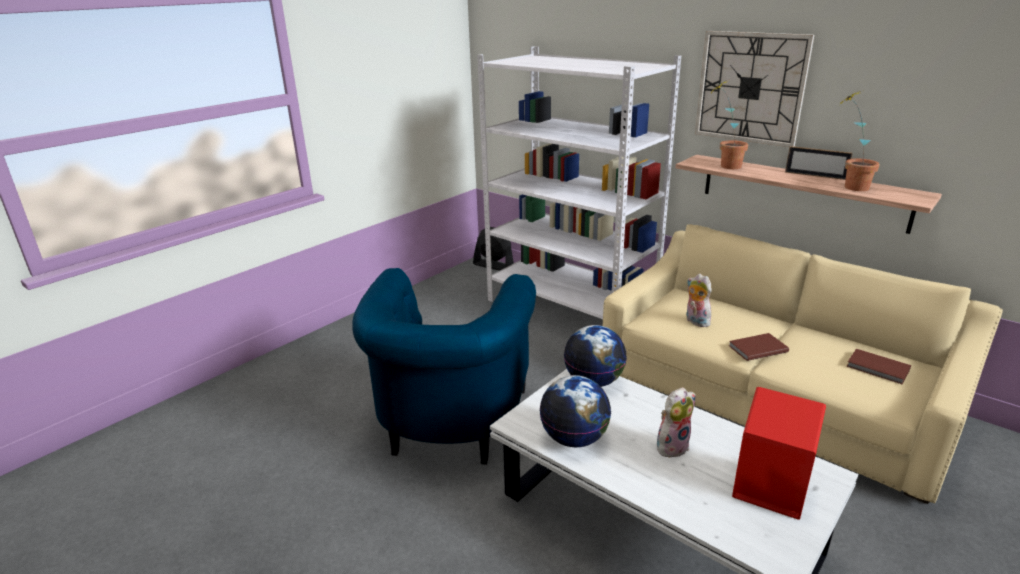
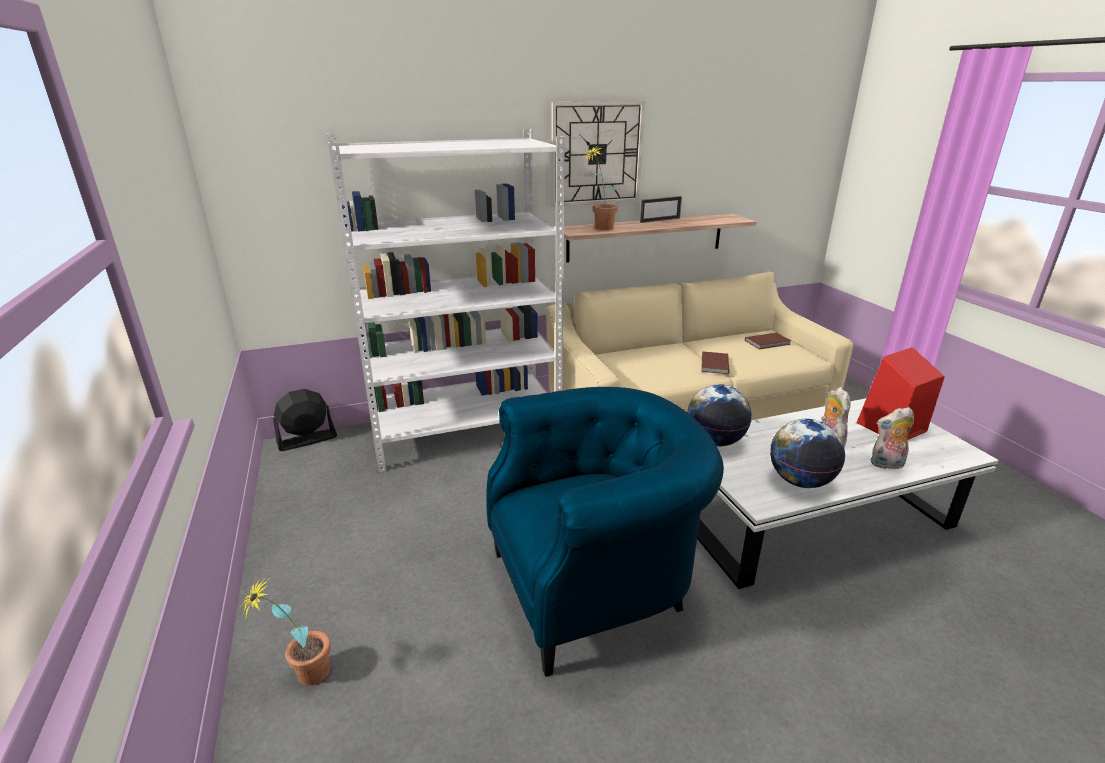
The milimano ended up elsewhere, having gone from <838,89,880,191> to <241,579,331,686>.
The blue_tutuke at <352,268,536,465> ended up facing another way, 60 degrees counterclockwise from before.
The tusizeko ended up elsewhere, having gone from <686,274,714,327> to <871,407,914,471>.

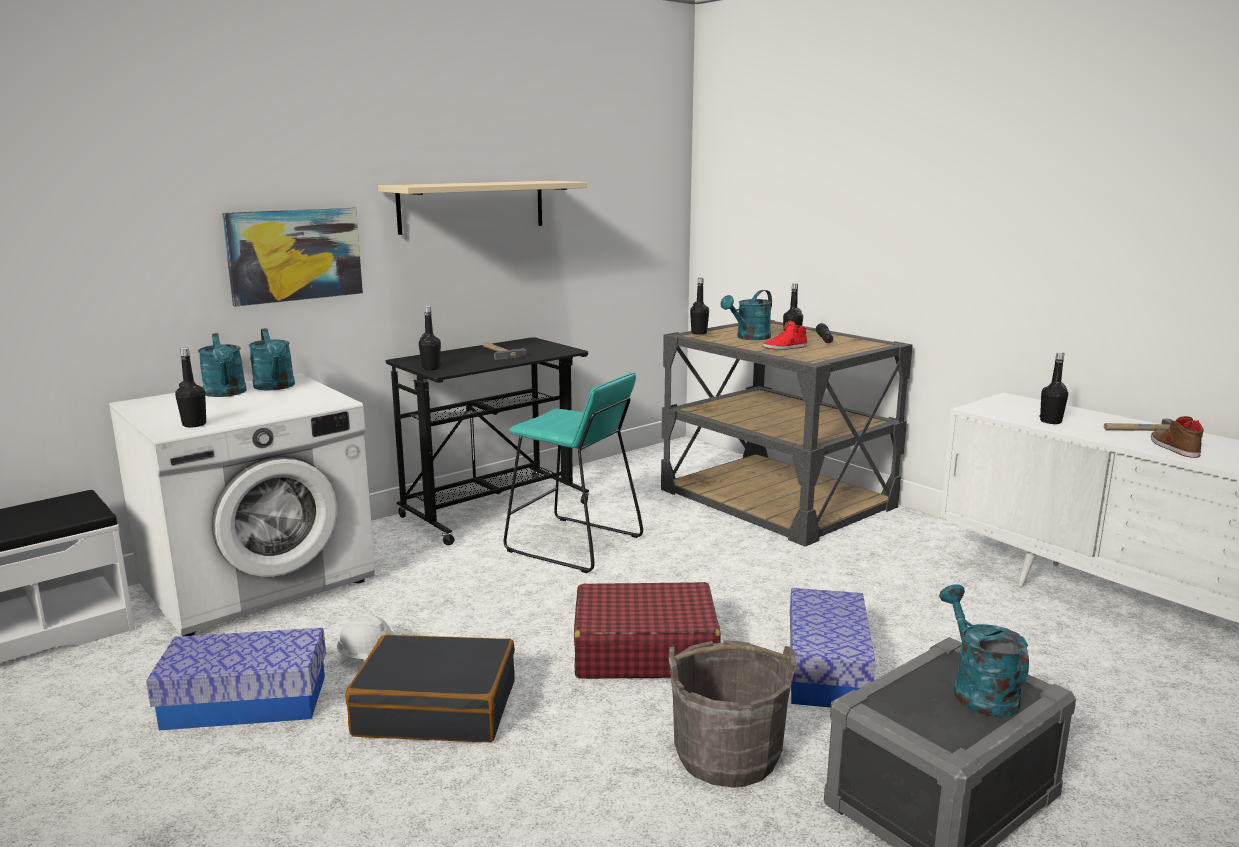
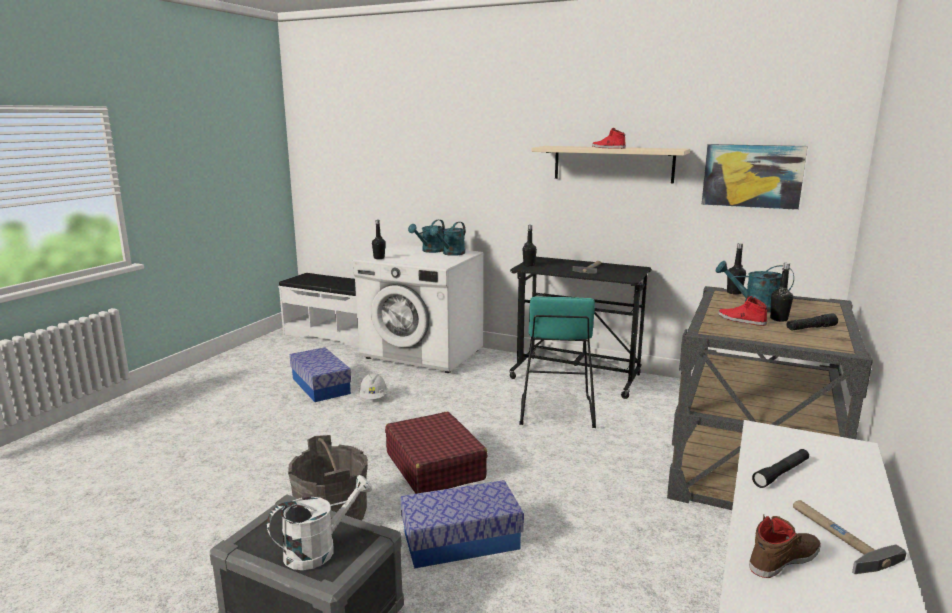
The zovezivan ended up elsewhere, having gone from <222,208,363,307> to <702,144,808,210>.
Where the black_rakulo stood at <1040,352,1068,424>, the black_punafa came to stand at <752,449,809,488>.
What was the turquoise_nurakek at <939,584,1029,717> turned into the white_nurakek at <267,475,372,570>.
The second view lost the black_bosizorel at <345,635,515,742>.
The second view gained the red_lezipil at <592,128,626,149>.

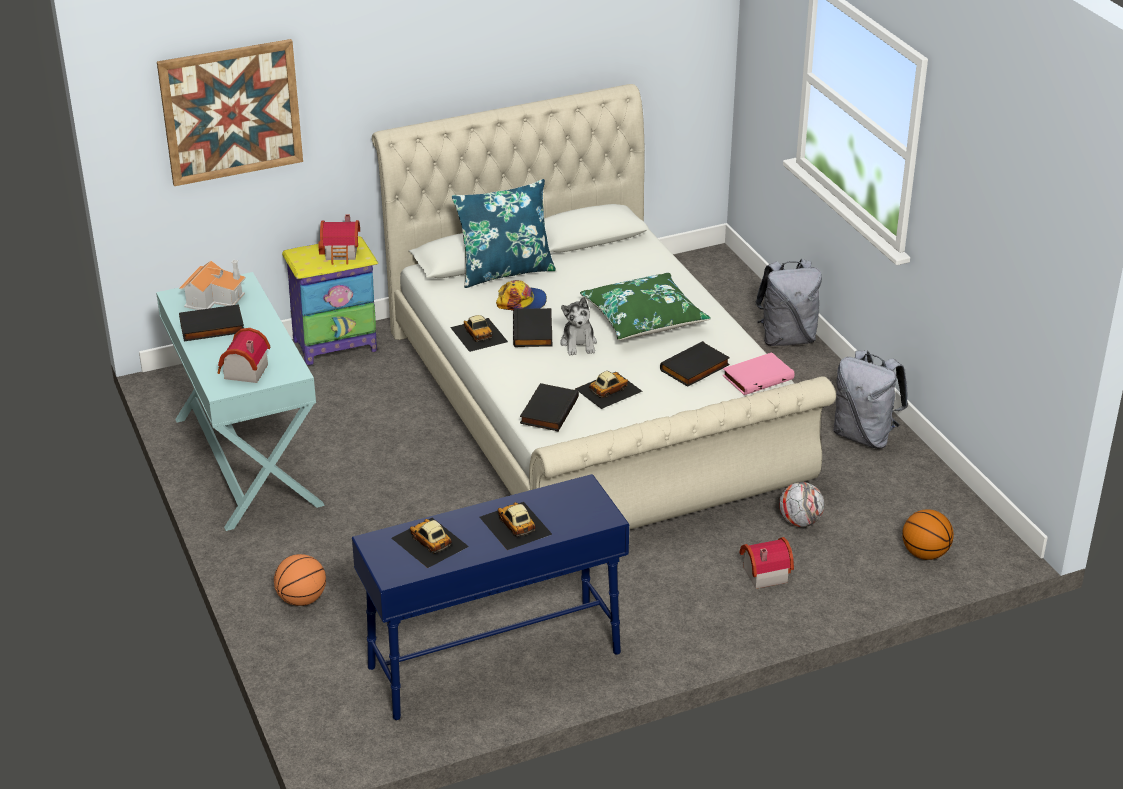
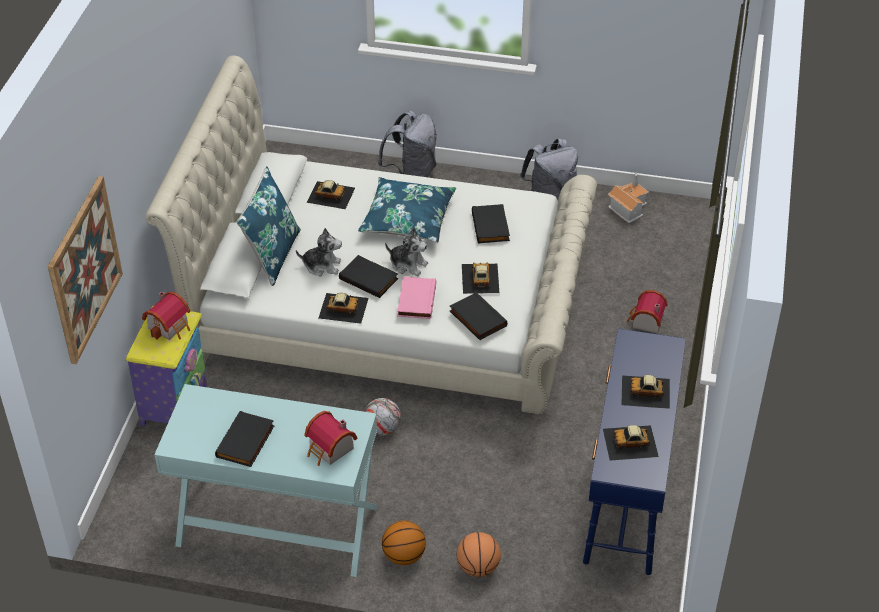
The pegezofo ended up elsewhere, having gone from <179,260,246,310> to <608,173,649,223>.
What was the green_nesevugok at <580,273,711,340> turned into the blue_nesevugok at <358,177,456,243>.
Where the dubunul stood at <496,280,547,311>, the tusizeko came to stand at <296,228,342,276>.
The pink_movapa ended up elsewhere, having gone from <722,353,794,395> to <397,277,436,319>.
The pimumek ended up elsewhere, having gone from <779,482,824,527> to <364,398,401,436>.
The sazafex ended up elsewhere, having gone from <902,509,954,560> to <382,521,426,565>.
The second view gained the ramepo at <307,180,355,209>.

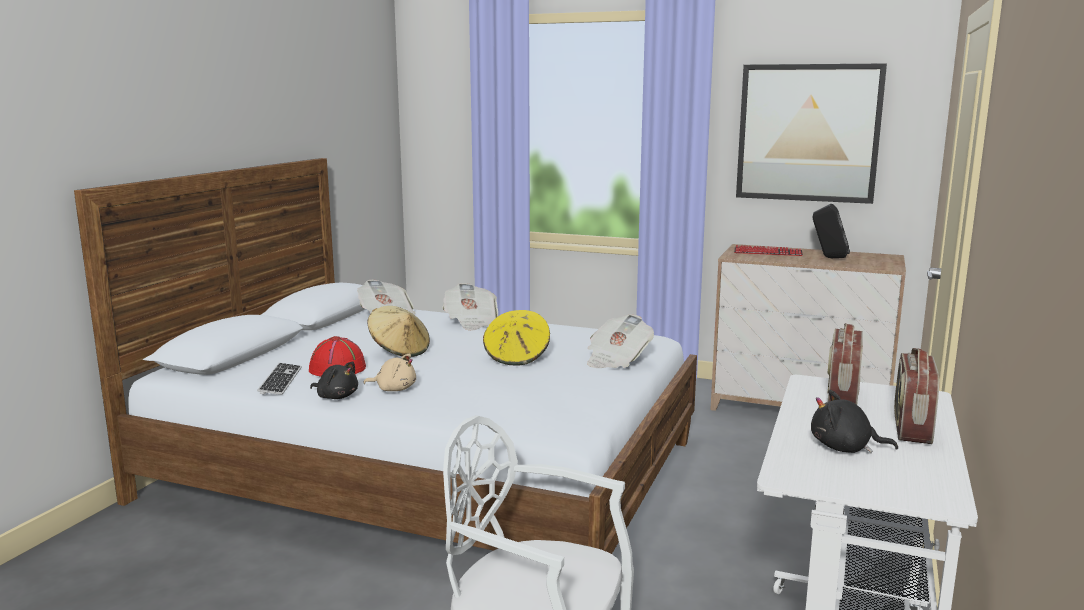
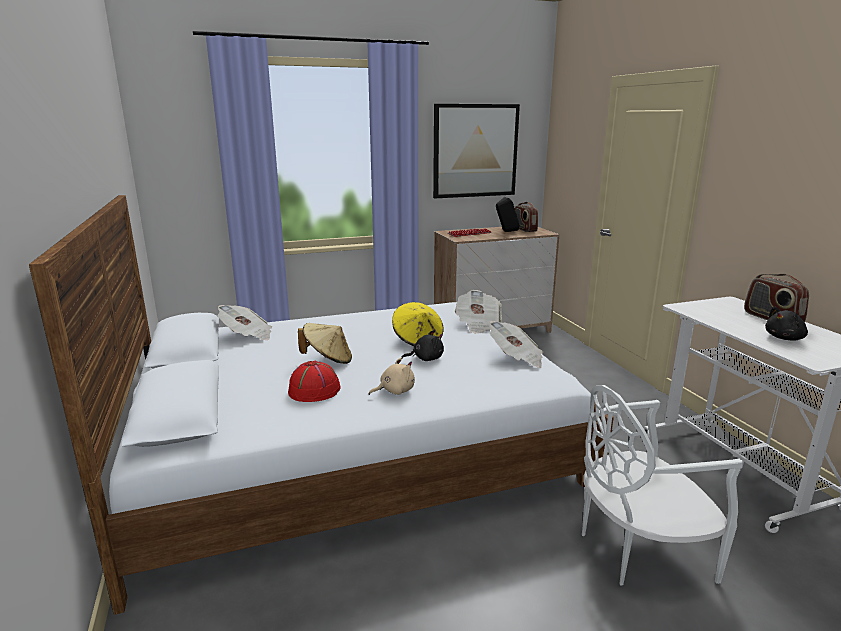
The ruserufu ended up elsewhere, having gone from <443,283,498,331> to <490,321,543,368>.
The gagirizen ended up elsewhere, having gone from <828,323,863,405> to <515,202,538,232>.
The black_tusizeko ended up elsewhere, having gone from <310,362,358,399> to <401,330,444,361>.
The second view lost the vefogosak at <257,363,302,395>.

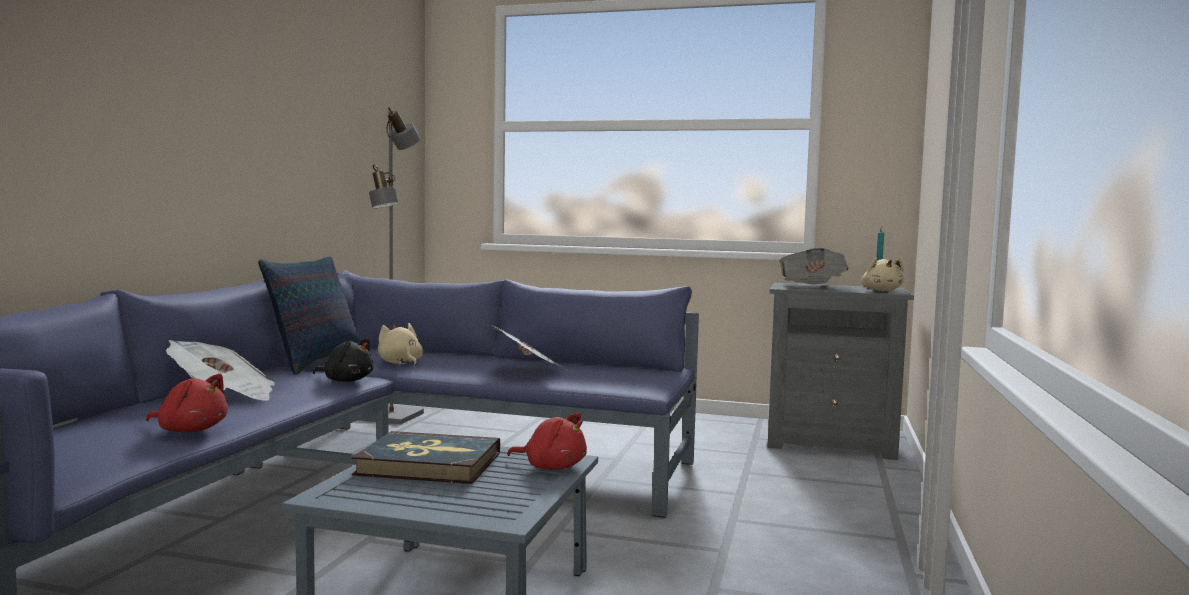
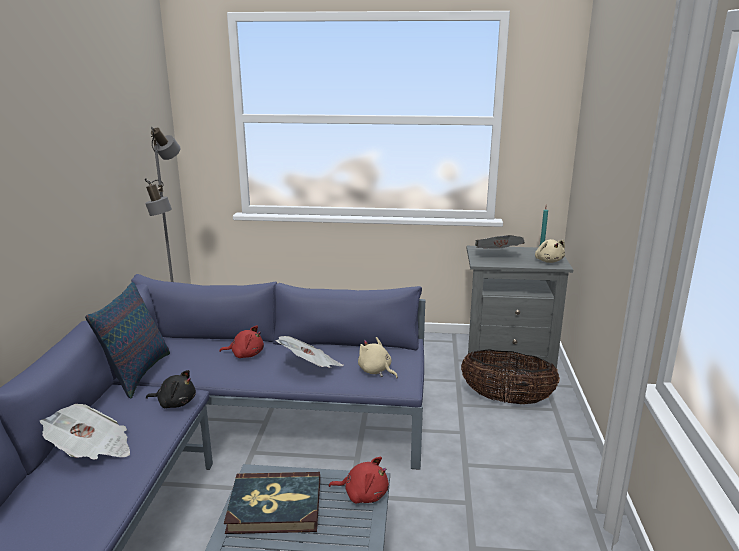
The beige_tusizeko ended up elsewhere, having gone from <378,323,423,366> to <358,337,398,378>.
The red_tusizeko ended up elsewhere, having gone from <146,374,228,432> to <219,325,264,358>.
The second view gained the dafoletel at <461,349,560,404>.

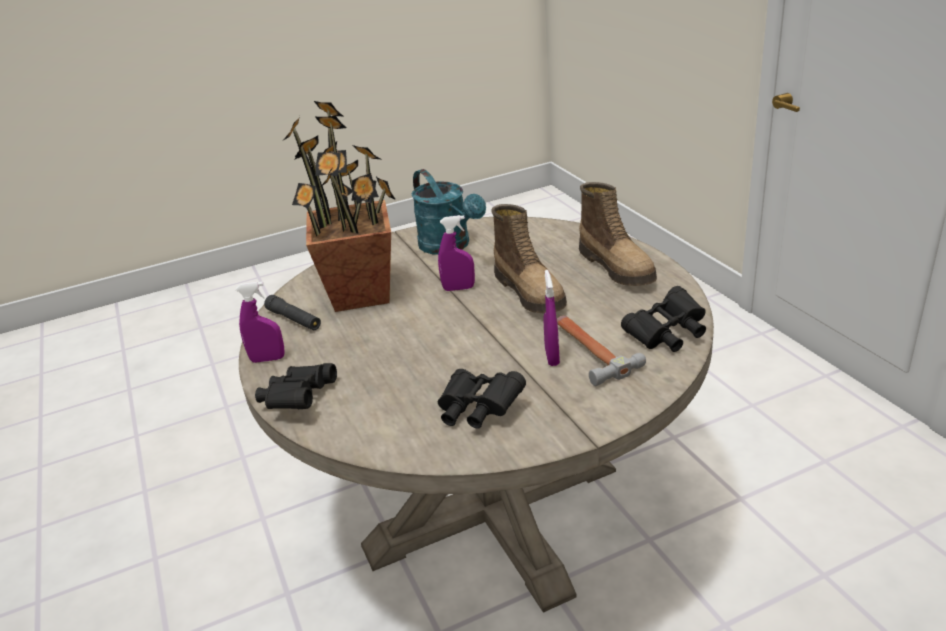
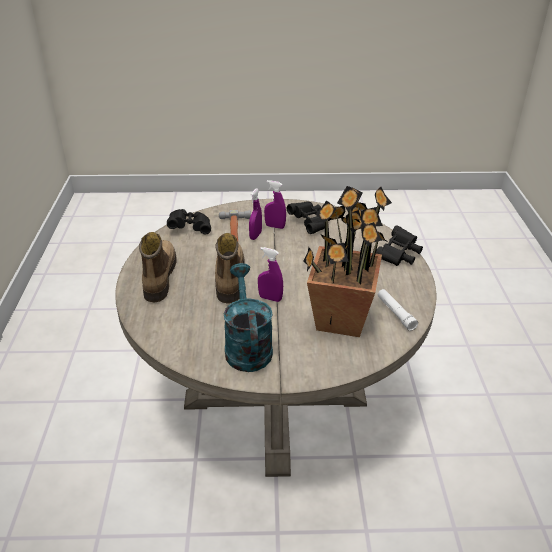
The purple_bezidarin ended up elsewhere, having gone from <236,281,285,363> to <264,180,286,229>.
What was the black_punafa at <264,295,321,330> turned into the white_punafa at <378,289,418,331>.

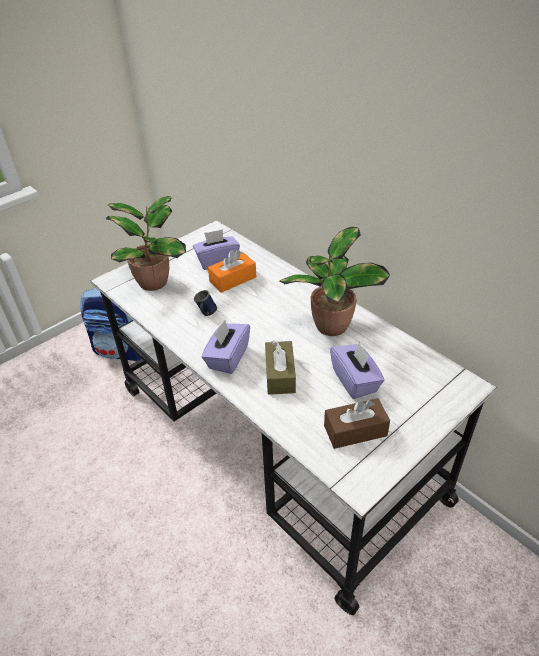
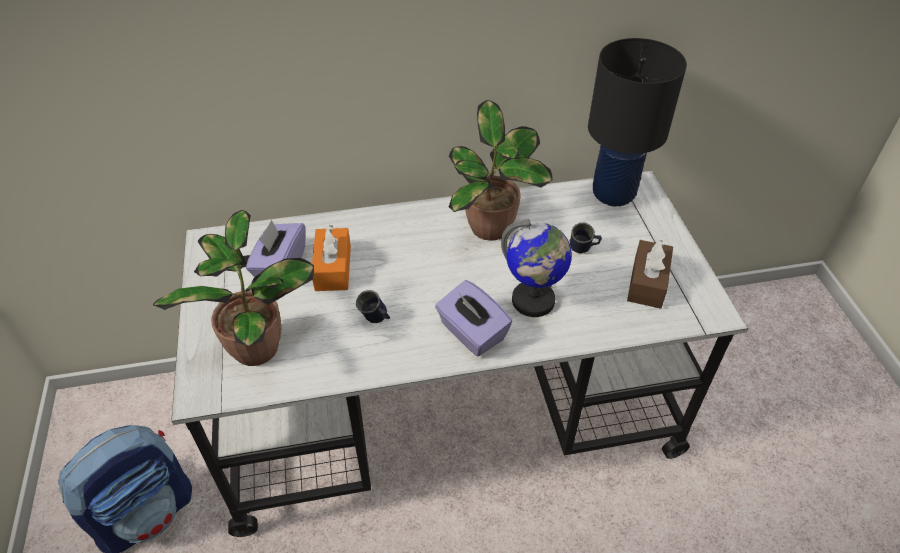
Where the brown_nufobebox stood at <265,341,296,395>, the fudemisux came to stand at <501,219,572,317>.
Where the purple_nufobebox stood at <330,342,385,399>, the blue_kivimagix came to stand at <570,222,602,254>.
The second view gained the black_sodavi at <588,38,687,207>.

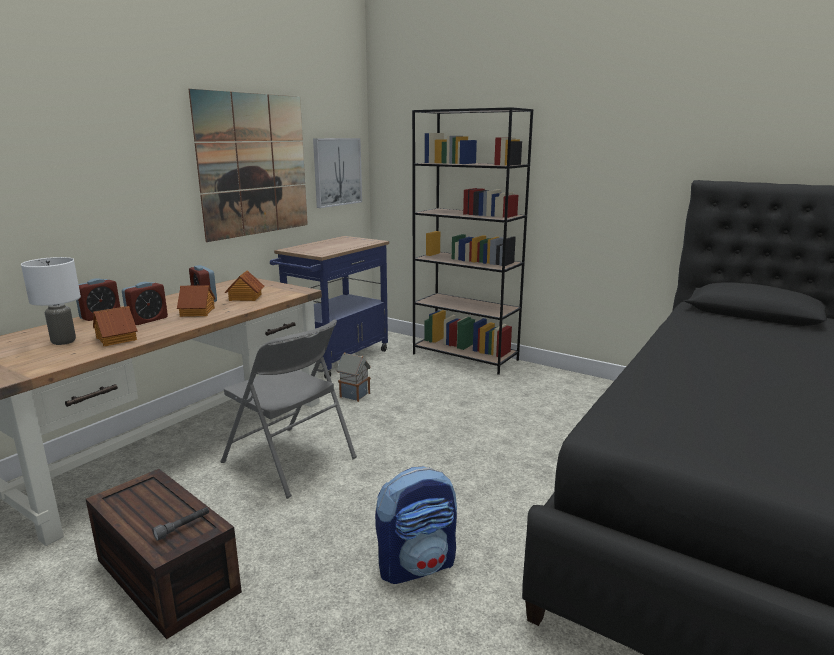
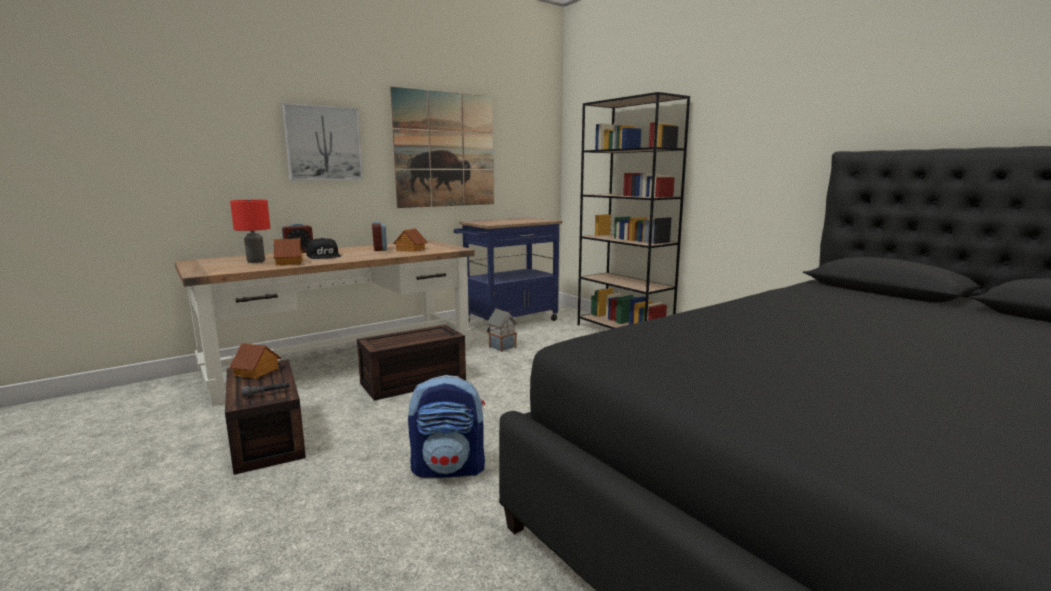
The zovezivan ended up elsewhere, having gone from <313,138,362,208> to <282,103,363,180>.
What was the white_sodavi at <21,257,81,345> turned into the red_sodavi at <230,199,270,263>.
Where the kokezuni stood at <122,282,168,325>, the black_dubunul came to stand at <306,238,341,259>.
The pegezofo ended up elsewhere, having gone from <177,285,215,317> to <229,343,281,379>.
Where the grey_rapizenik stood at <221,319,357,499>, the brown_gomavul came to stand at <357,325,466,401>.

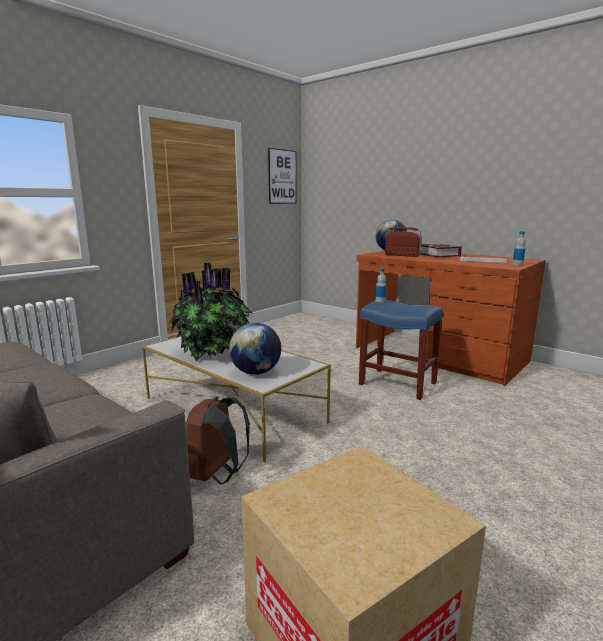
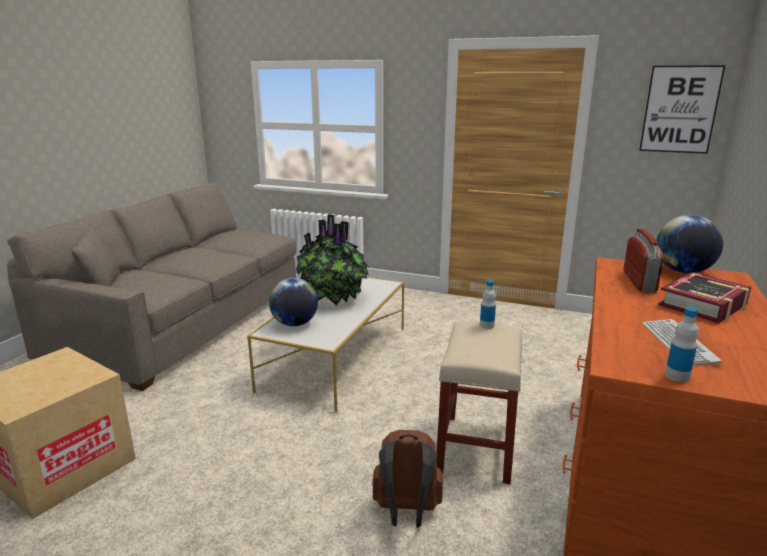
What was the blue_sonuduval at <359,300,443,400> turned into the beige_sonuduval at <436,322,522,484>.
The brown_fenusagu ended up elsewhere, having gone from <186,397,250,485> to <372,430,443,528>.

